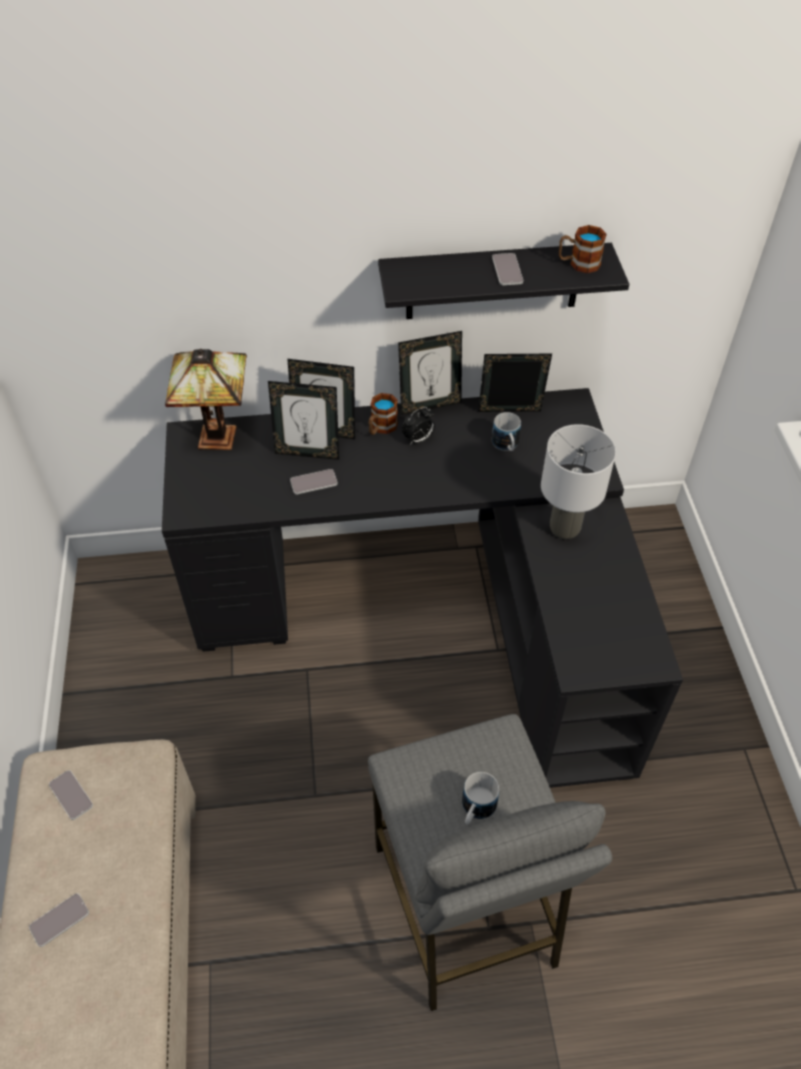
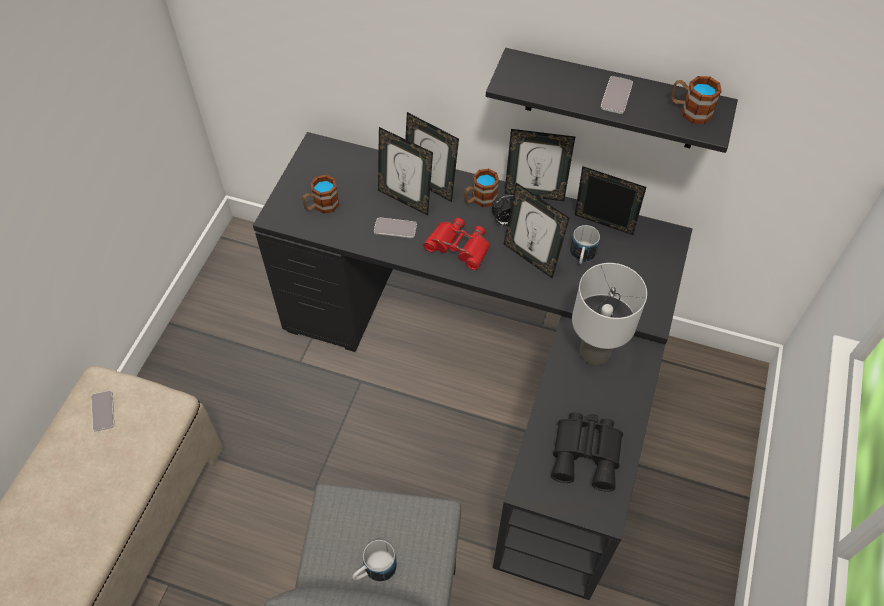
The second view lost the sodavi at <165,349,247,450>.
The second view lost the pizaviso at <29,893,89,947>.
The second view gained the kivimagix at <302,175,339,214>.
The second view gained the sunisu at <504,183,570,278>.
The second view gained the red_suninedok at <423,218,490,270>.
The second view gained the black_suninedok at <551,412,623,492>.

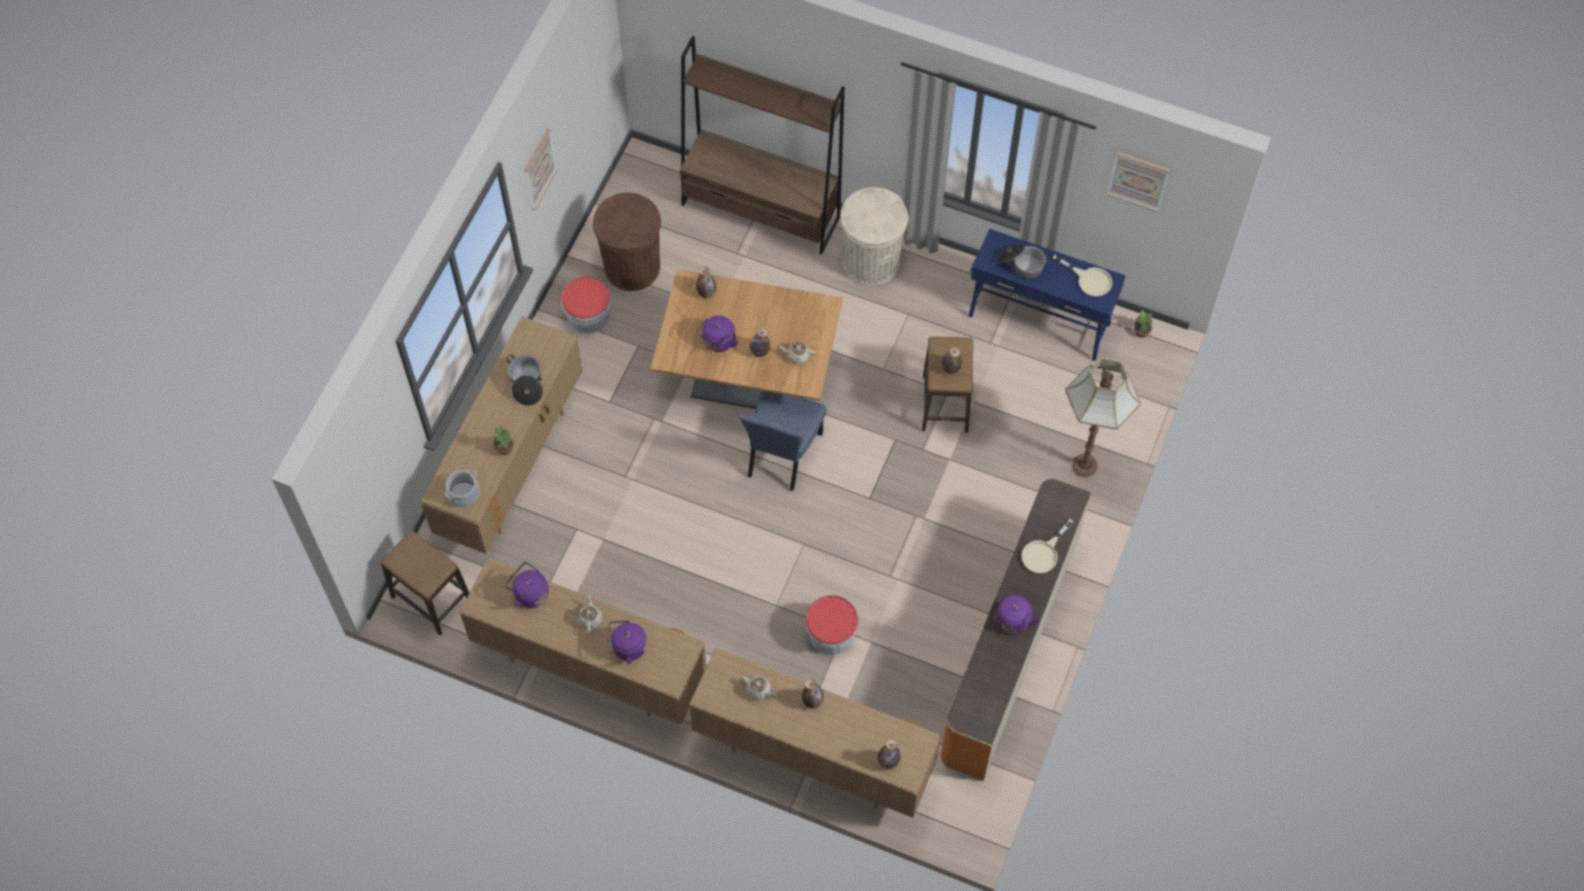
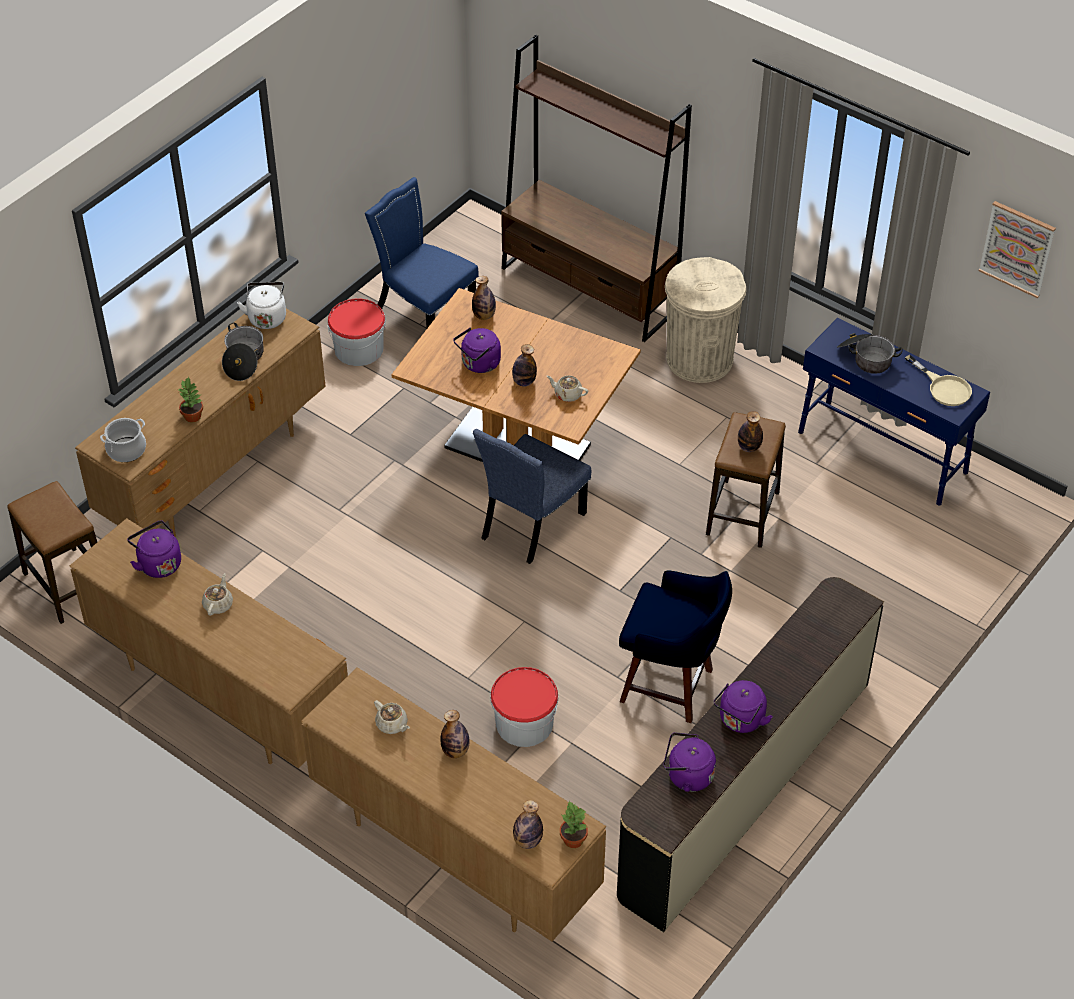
The second view lost the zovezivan at <524,129,558,210>.
Where the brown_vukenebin stood at <593,192,661,291>, the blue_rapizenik came to stand at <365,177,479,328>.
The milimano ended up elsewhere, having gone from <1134,310,1153,338> to <560,801,588,848>.
The second view lost the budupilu at <1065,358,1141,478>.
What was the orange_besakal at <941,479,1091,781> turned into the black_besakal at <617,577,884,933>.
The second view lost the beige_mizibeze at <1021,519,1074,573>.
The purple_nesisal ended up elsewhere, having gone from <608,620,647,664> to <663,732,716,792>.
The second view gained the white_nesisal at <237,282,286,329>.
The second view gained the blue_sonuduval at <619,570,732,723>.

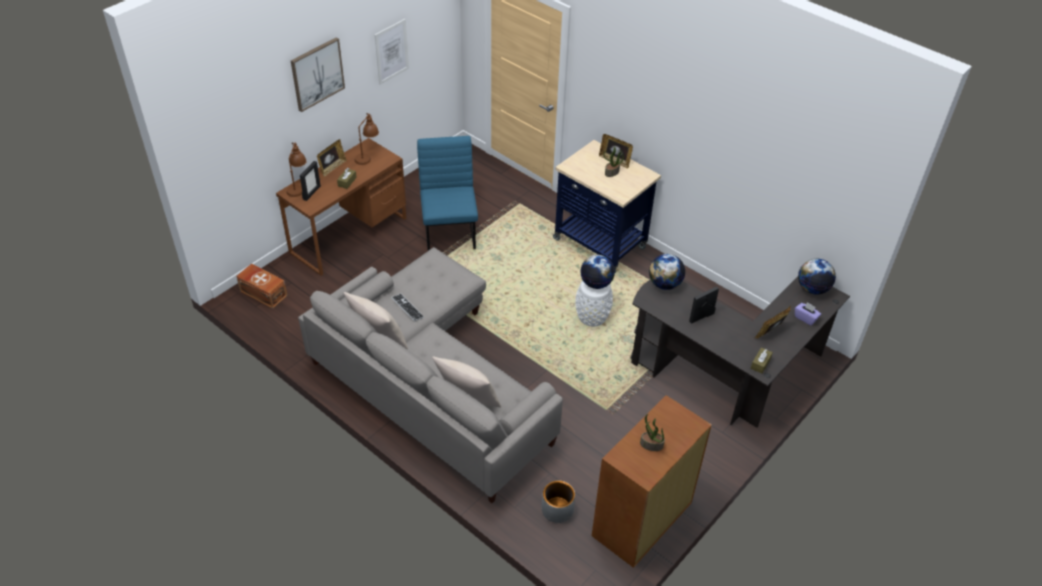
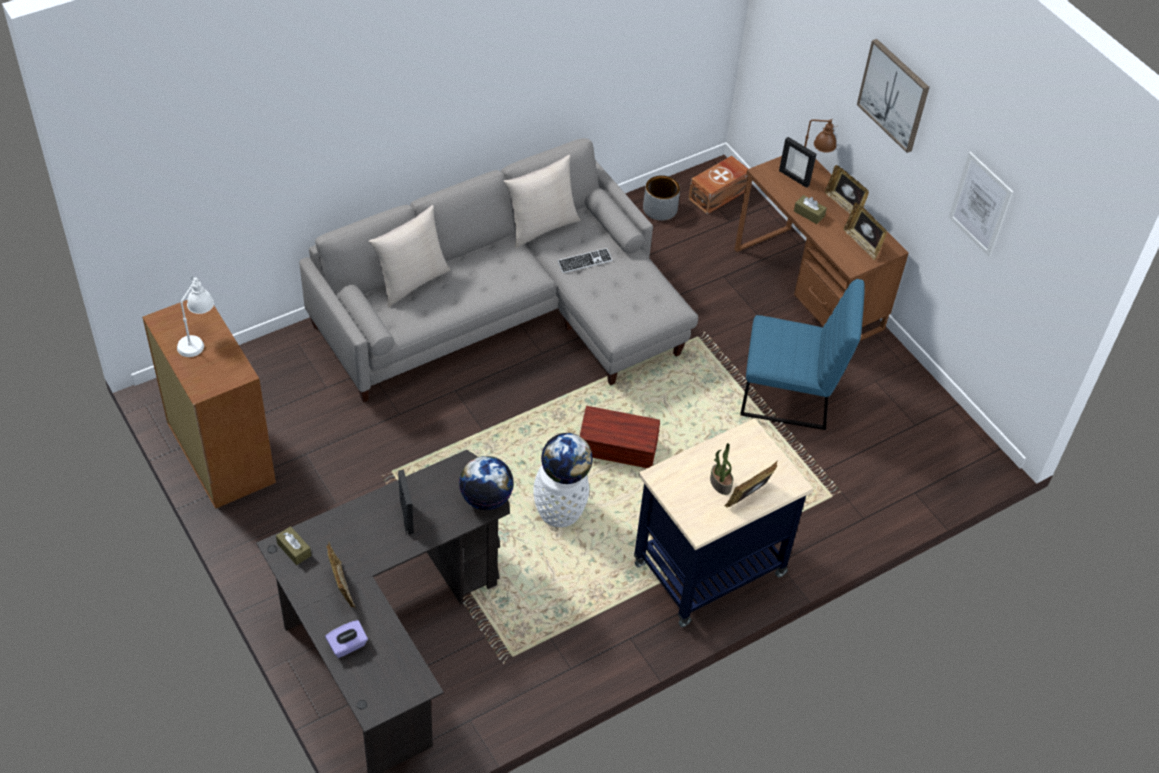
Where the brown_sodavi stood at <355,113,379,165>, the sunisu came to stand at <844,203,887,260>.
The second view lost the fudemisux at <798,259,836,295>.
Where the milimano stood at <640,414,665,451>, the white_sodavi came to stand at <177,276,214,357>.
The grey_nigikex ended up elsewhere, having gone from <541,480,575,523> to <643,175,680,221>.
The second view gained the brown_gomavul at <580,406,660,468>.

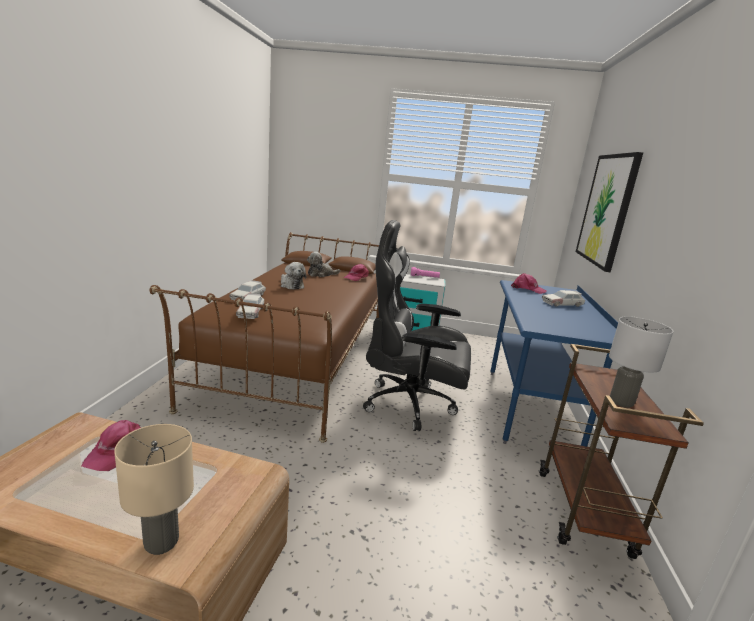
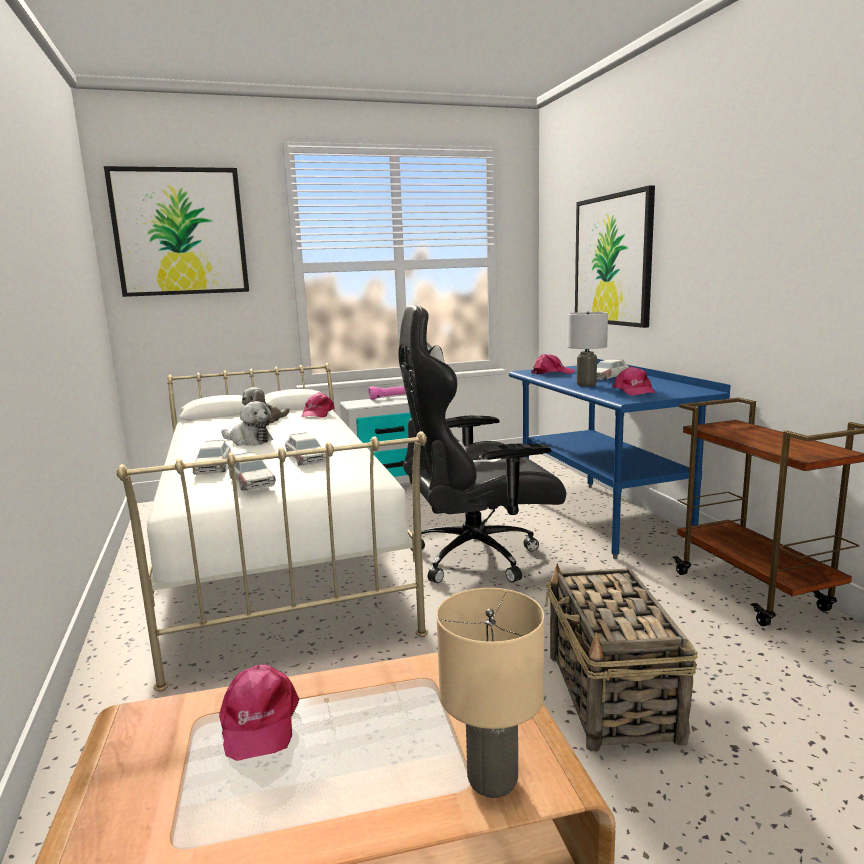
What was the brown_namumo at <150,232,379,443> turned into the white_namumo at <116,363,428,692>.
The white_sodavi ended up elsewhere, having gone from <609,316,674,408> to <568,312,608,387>.
The second view gained the zovezivan at <104,166,249,297>.
The second view gained the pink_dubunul at <612,366,657,396>.
The second view gained the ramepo at <285,432,326,466>.
The second view gained the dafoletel at <546,563,698,752>.

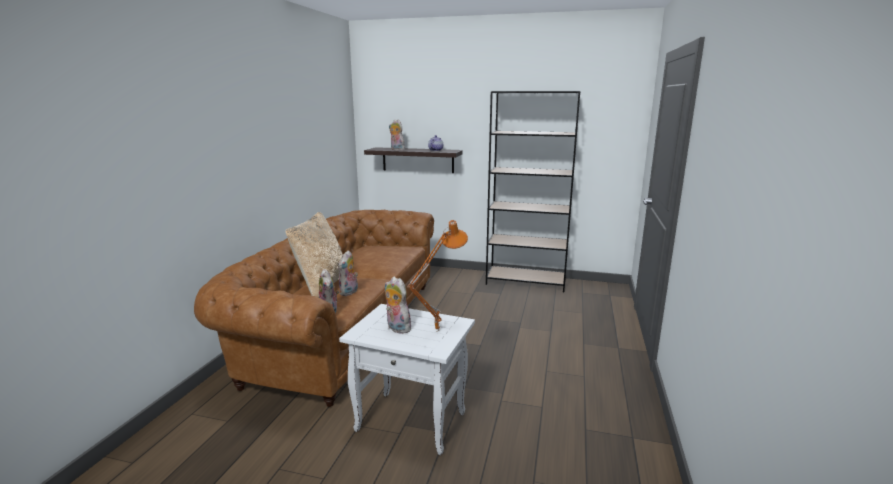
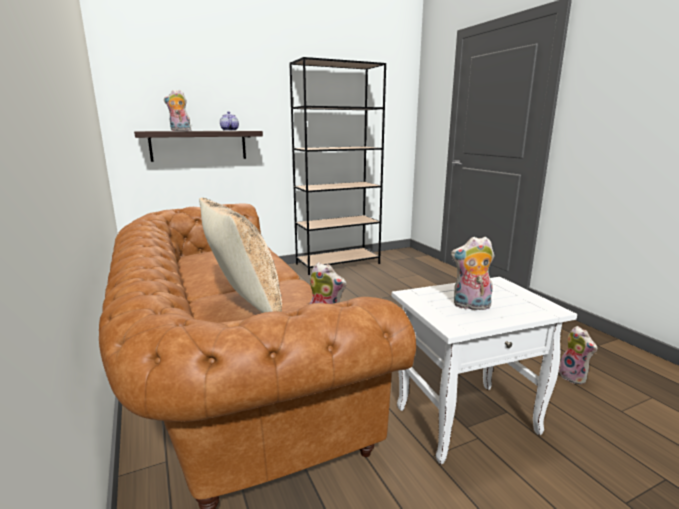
The second view lost the orange_sodavi at <407,220,468,332>.
The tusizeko ended up elsewhere, having gone from <338,250,358,296> to <558,326,597,385>.

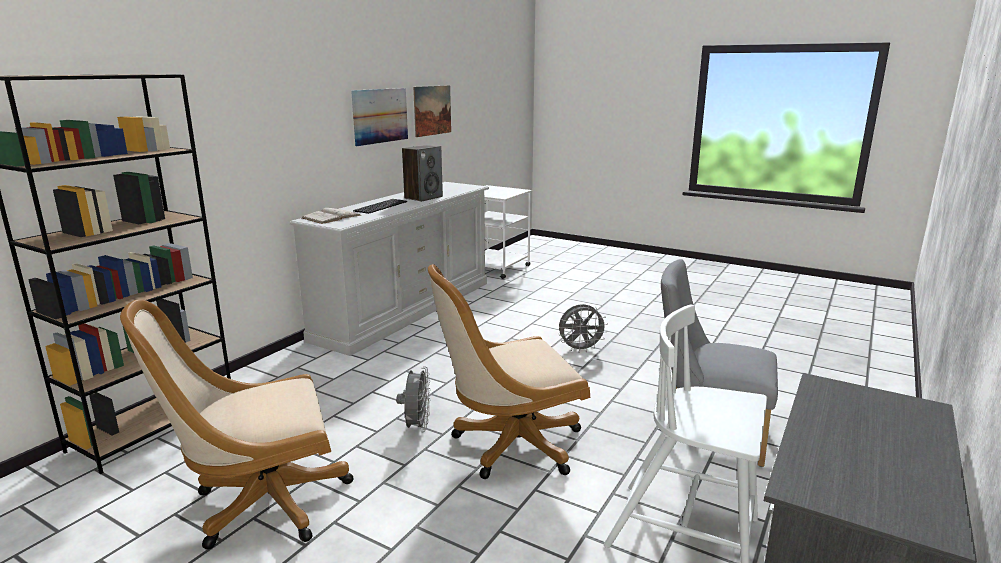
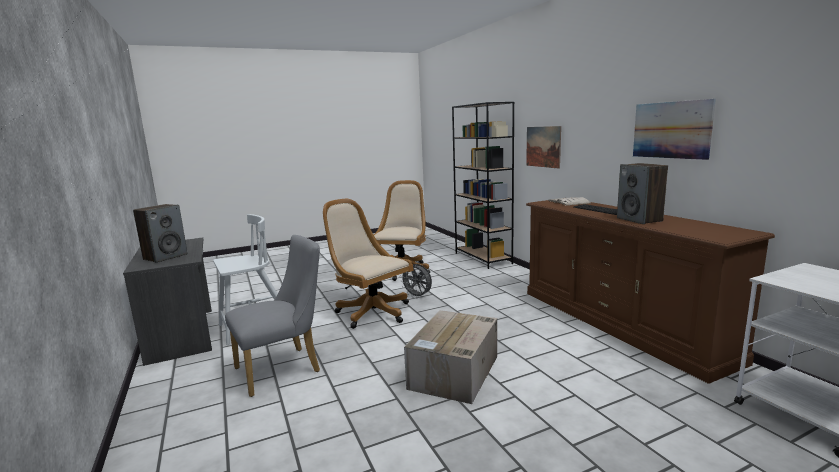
The zovezivan ended up elsewhere, having gone from <413,85,451,137> to <526,126,561,169>.
What was the white_besakal at <290,182,489,356> turned into the brown_besakal at <526,200,775,384>.
The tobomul at <428,264,590,479> ended up facing another way, 60 degrees counterclockwise from before.
Where the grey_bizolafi stood at <559,304,608,353>, the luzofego came to stand at <404,310,497,404>.
The second view gained the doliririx at <133,204,188,263>.

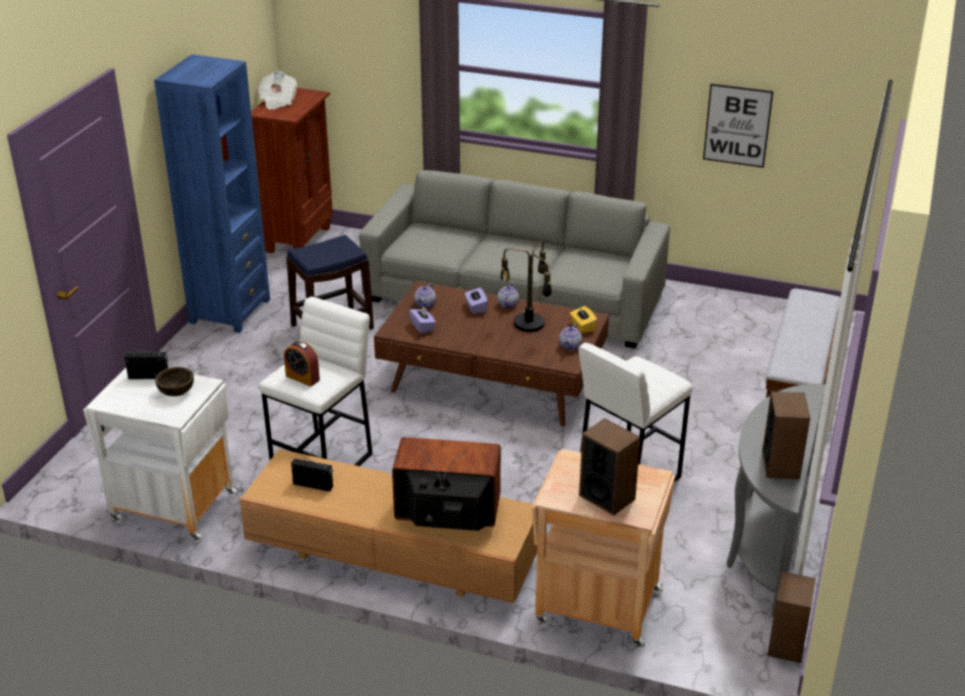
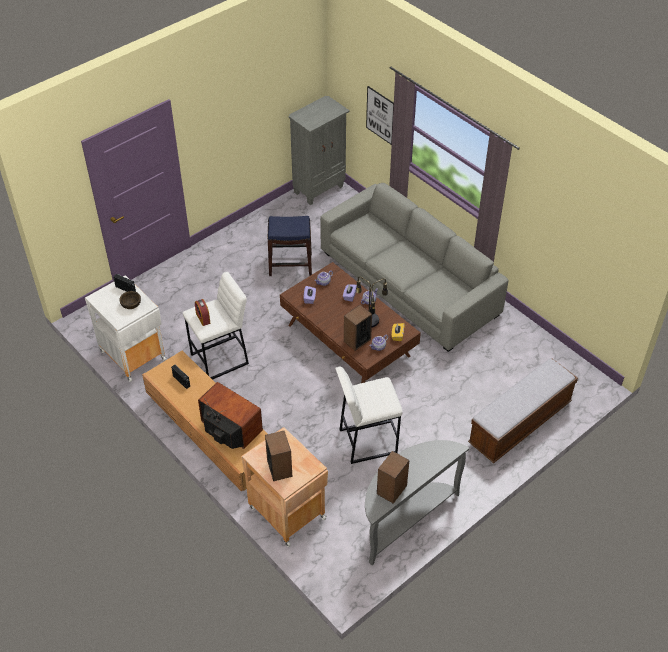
The second view lost the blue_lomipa at <154,54,270,333>.
The second view lost the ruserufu at <258,71,298,109>.
The zovezivan ended up elsewhere, having gone from <703,83,773,168> to <366,86,394,145>.
What was the brown_besakal at <251,88,333,253> turned into the grey_besakal at <288,96,350,205>.
The doliririx ended up elsewhere, having gone from <767,571,816,663> to <344,305,372,351>.

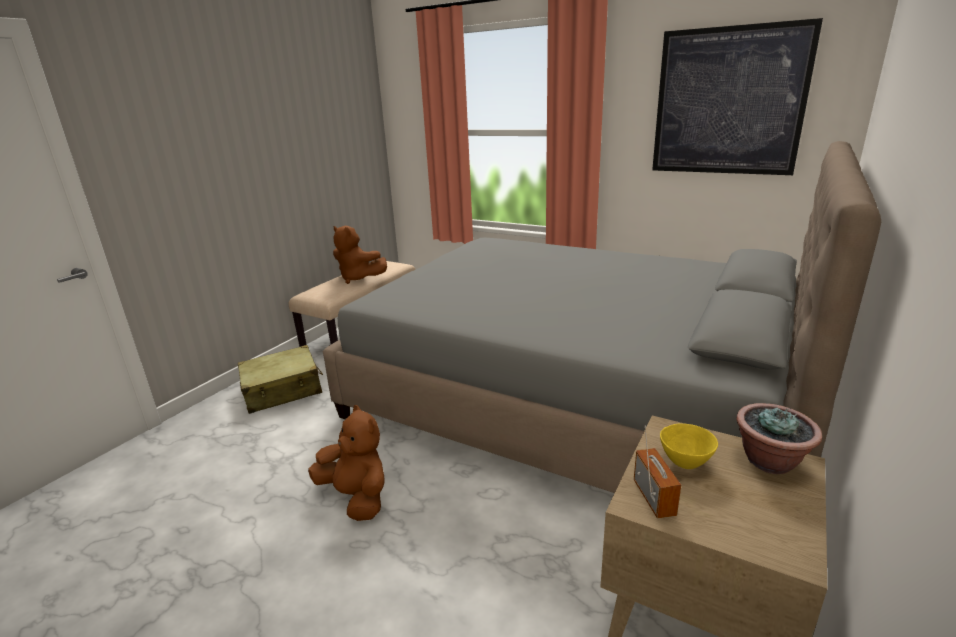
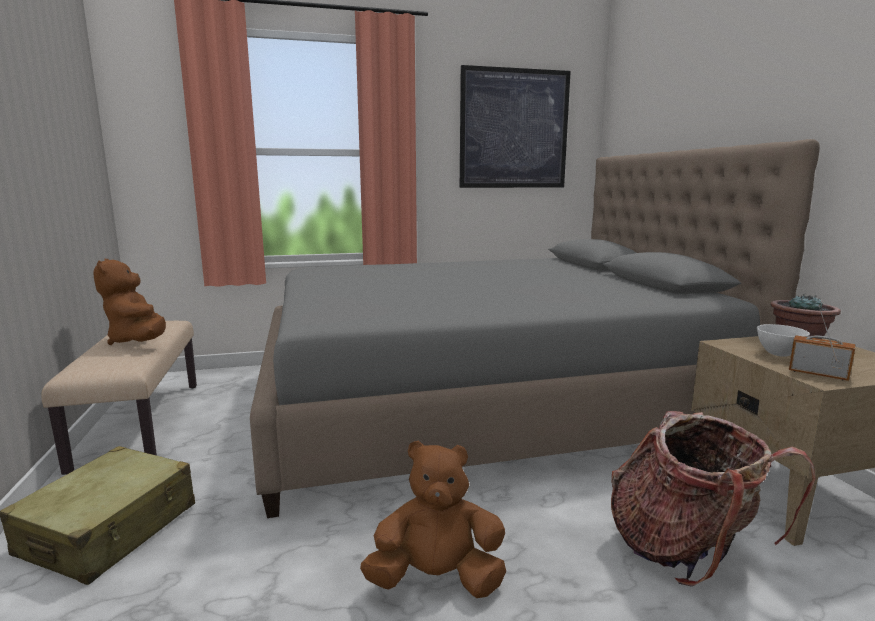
The brown_tusizeko at <333,226,387,284> ended up facing another way, 75 degrees clockwise from before.
What was the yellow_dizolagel at <660,424,718,469> turned into the white_dizolagel at <757,324,810,357>.
The second view gained the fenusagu at <611,411,816,587>.

